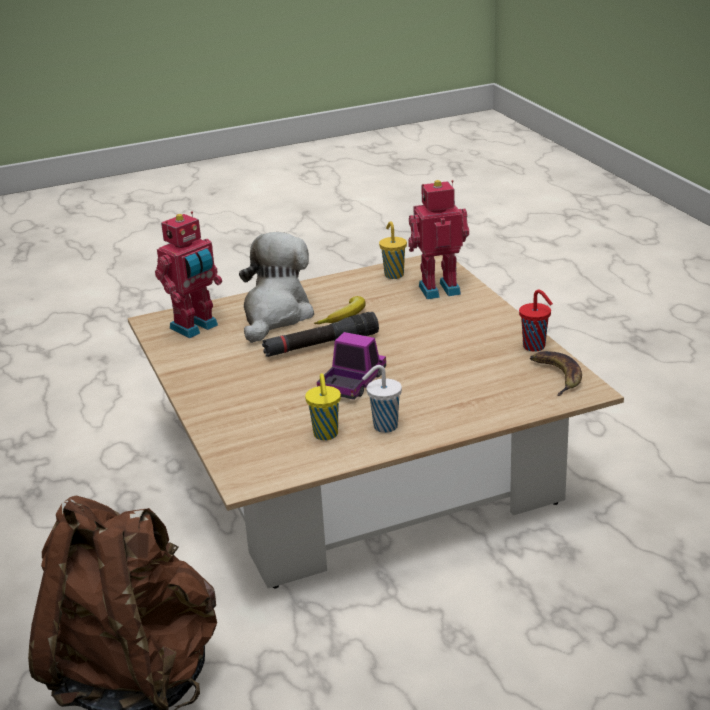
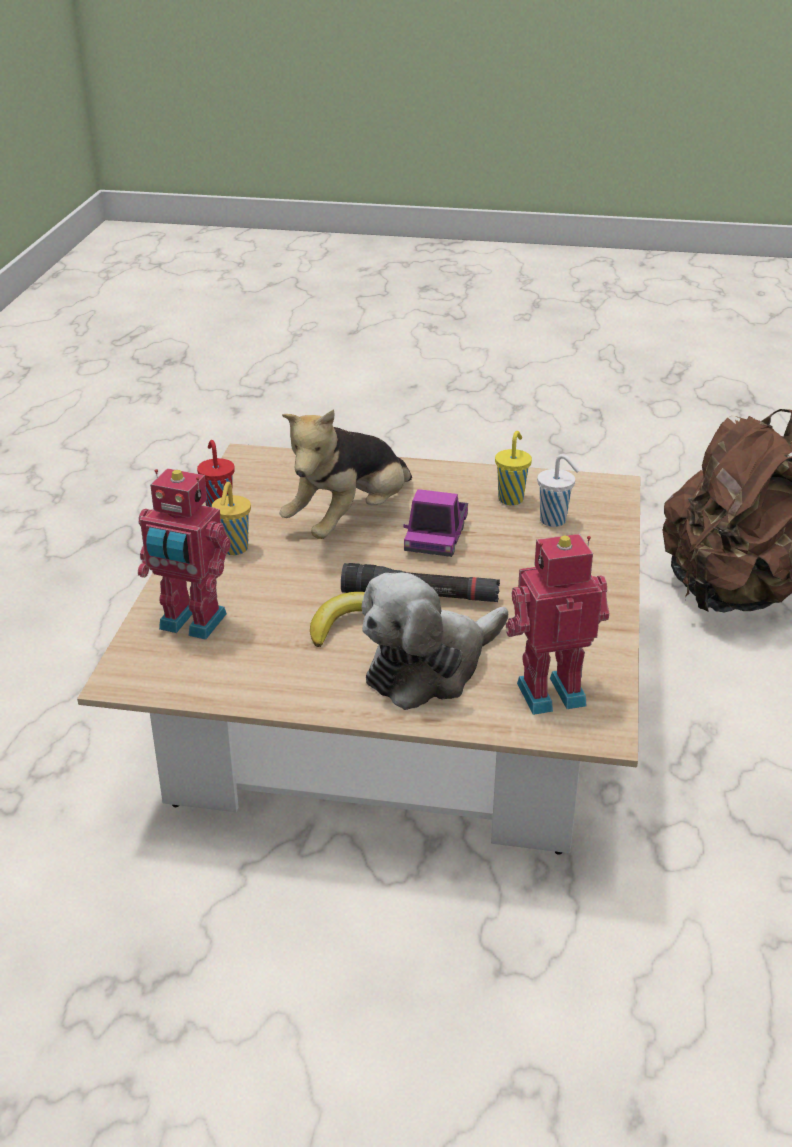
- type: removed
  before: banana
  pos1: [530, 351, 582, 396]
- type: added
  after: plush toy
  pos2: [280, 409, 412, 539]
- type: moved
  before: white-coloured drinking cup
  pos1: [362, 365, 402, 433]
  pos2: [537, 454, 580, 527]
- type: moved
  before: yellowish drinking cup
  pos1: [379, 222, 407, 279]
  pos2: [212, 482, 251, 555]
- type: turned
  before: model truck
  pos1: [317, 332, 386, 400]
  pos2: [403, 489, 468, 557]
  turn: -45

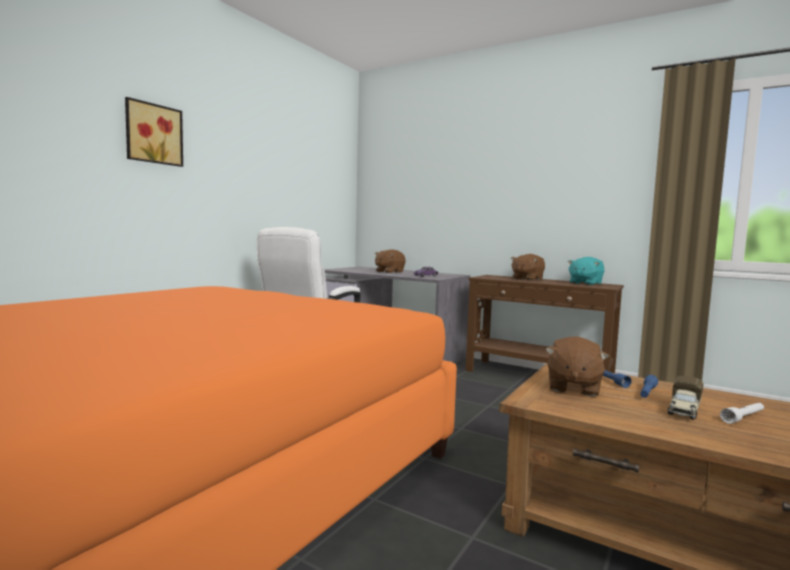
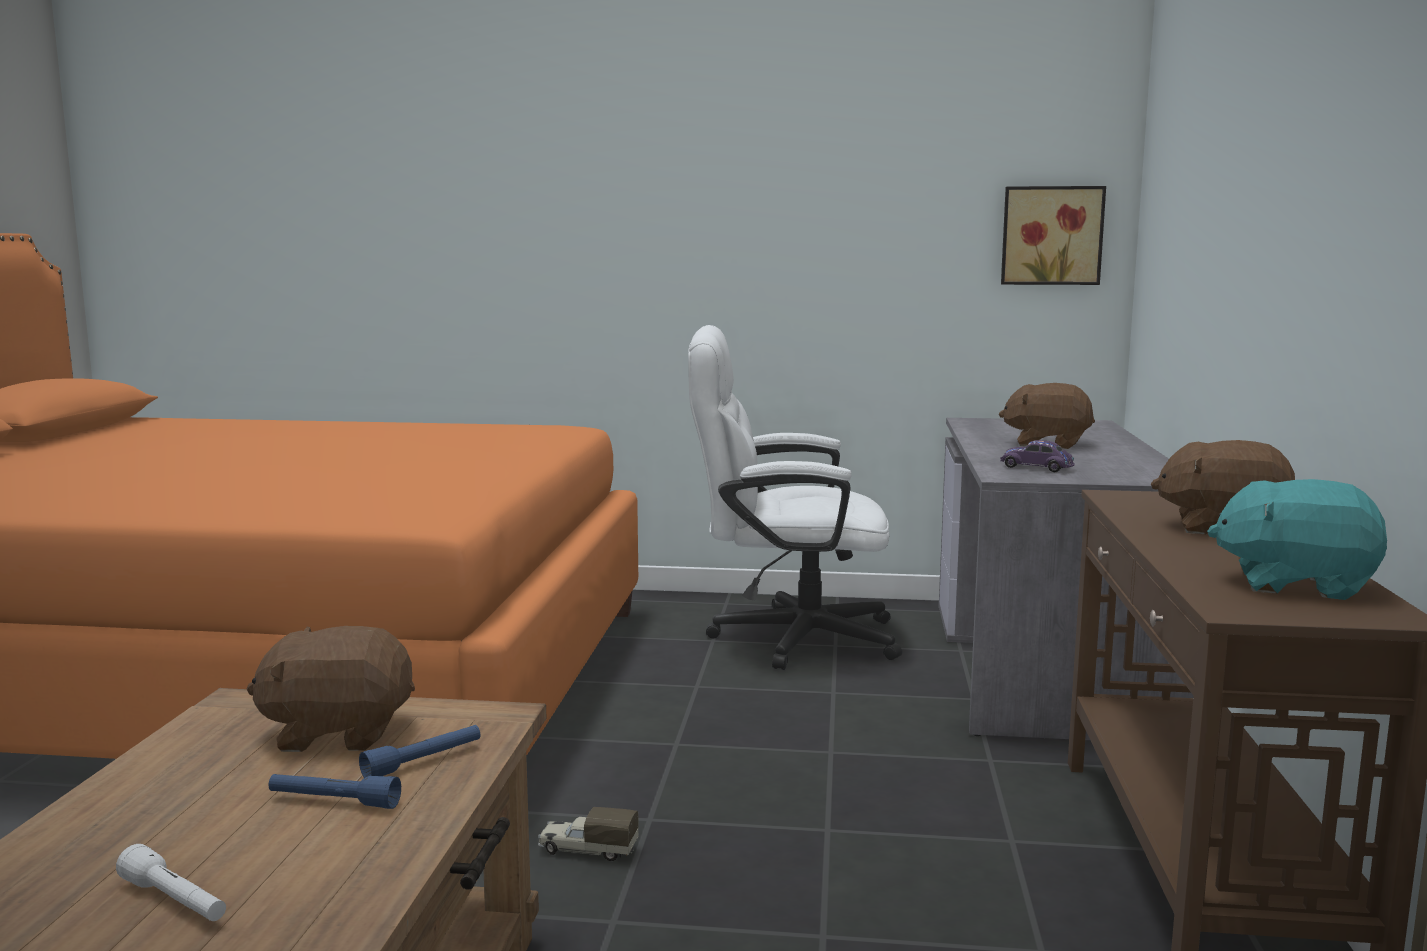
- type: moved
  before: picture
  pos1: [125, 97, 183, 167]
  pos2: [1001, 186, 1106, 285]
- type: moved
  before: model truck
  pos1: [668, 376, 703, 420]
  pos2: [538, 807, 638, 861]

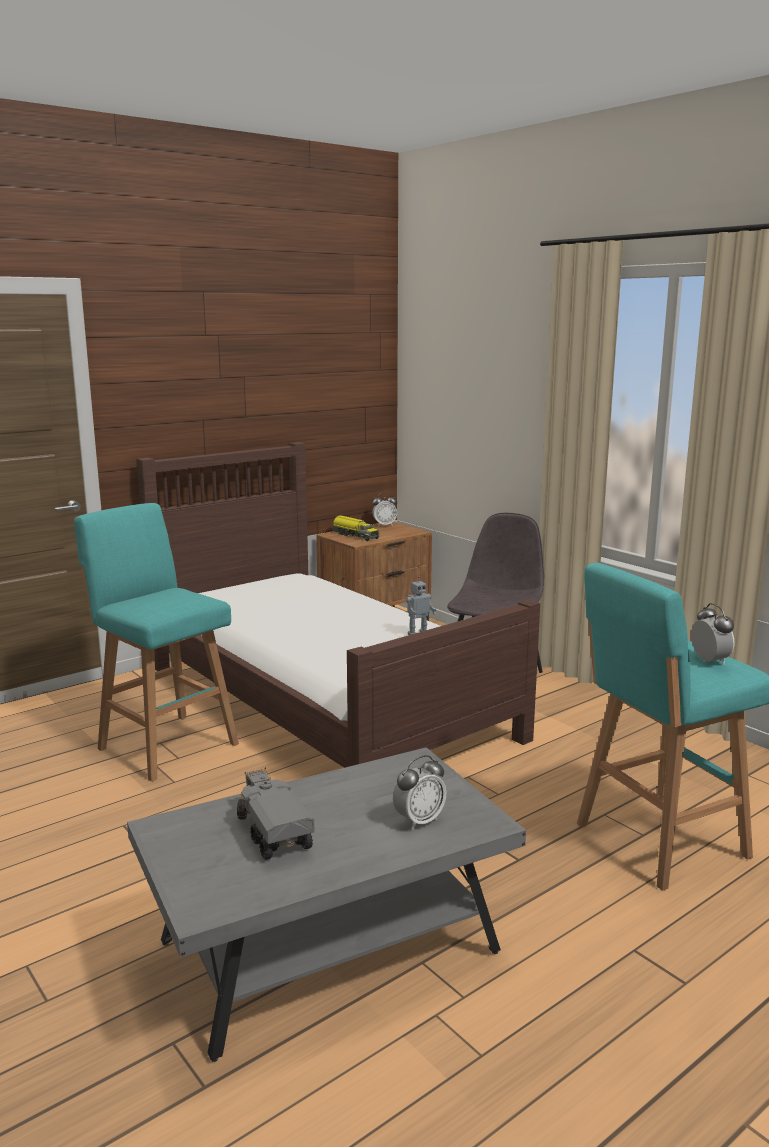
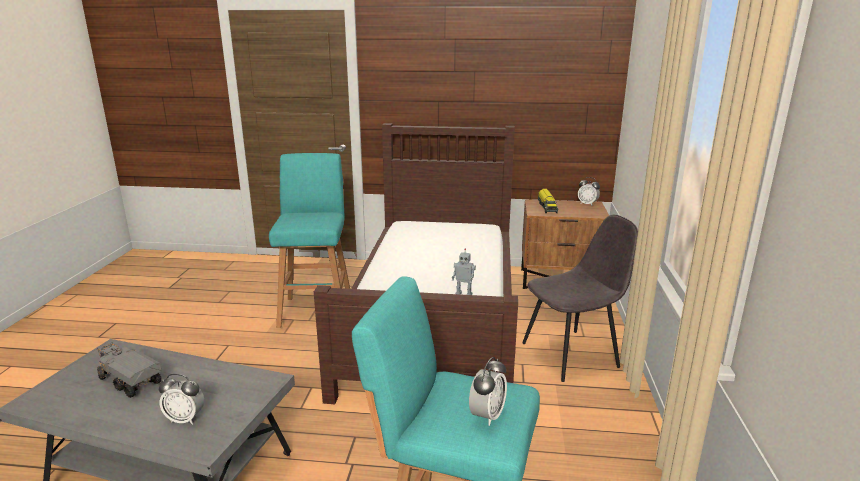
- type: turned
  before: model truck
  pos1: [237, 767, 315, 860]
  pos2: [97, 342, 162, 398]
  turn: -75

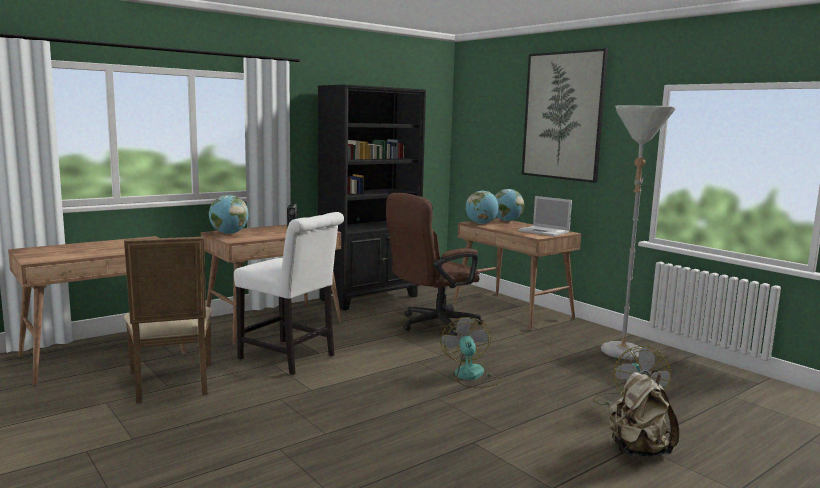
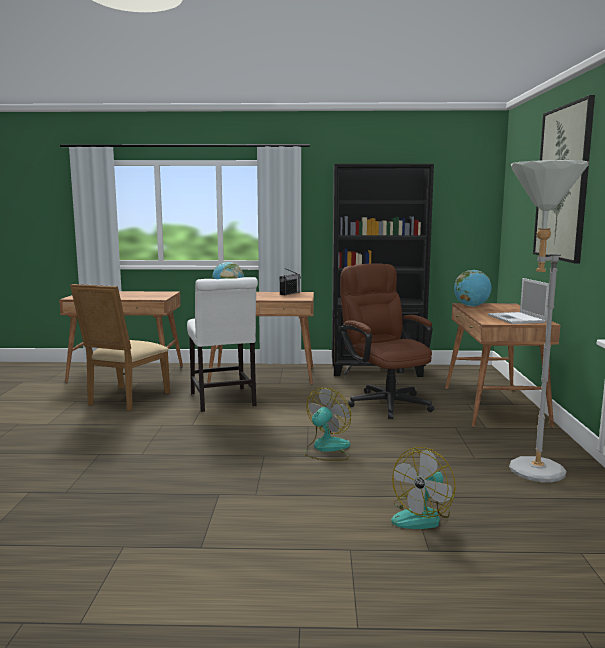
- type: removed
  before: globe
  pos1: [495, 189, 524, 221]
- type: removed
  before: beige backpack
  pos1: [609, 371, 679, 457]
- type: turned
  before: brown office chair
  pos1: [386, 193, 483, 336]
  pos2: [339, 263, 435, 419]
  turn: 60

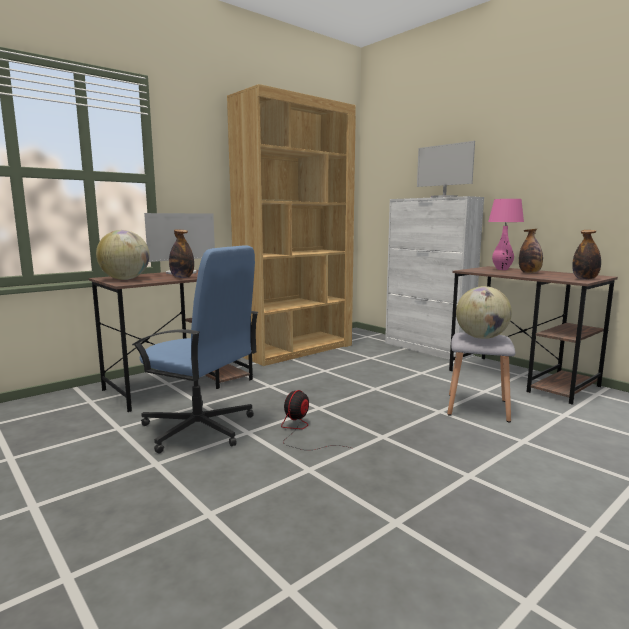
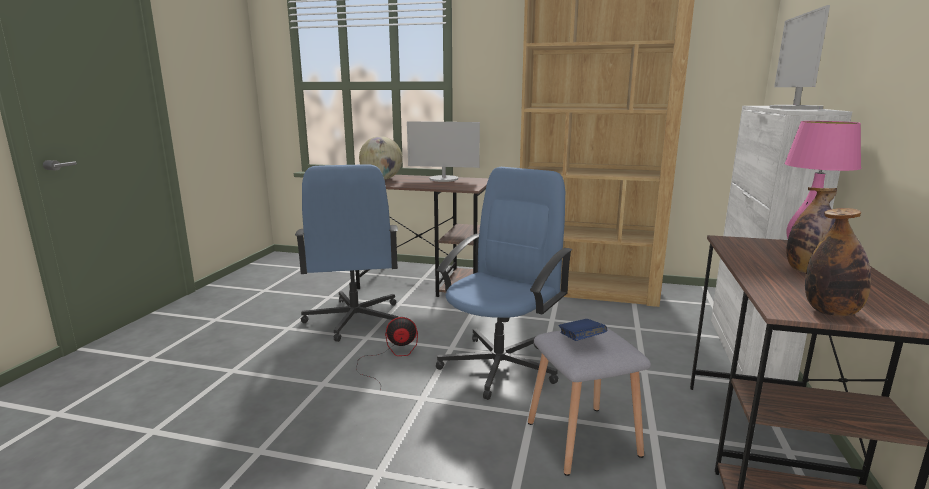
- type: removed
  before: drink bottle
  pos1: [169, 229, 194, 278]
- type: added
  after: bluish office chair
  pos2: [436, 167, 573, 400]
- type: replaced
  before: globe
  after: bluish book
  pos1: [456, 286, 512, 339]
  pos2: [559, 319, 607, 341]

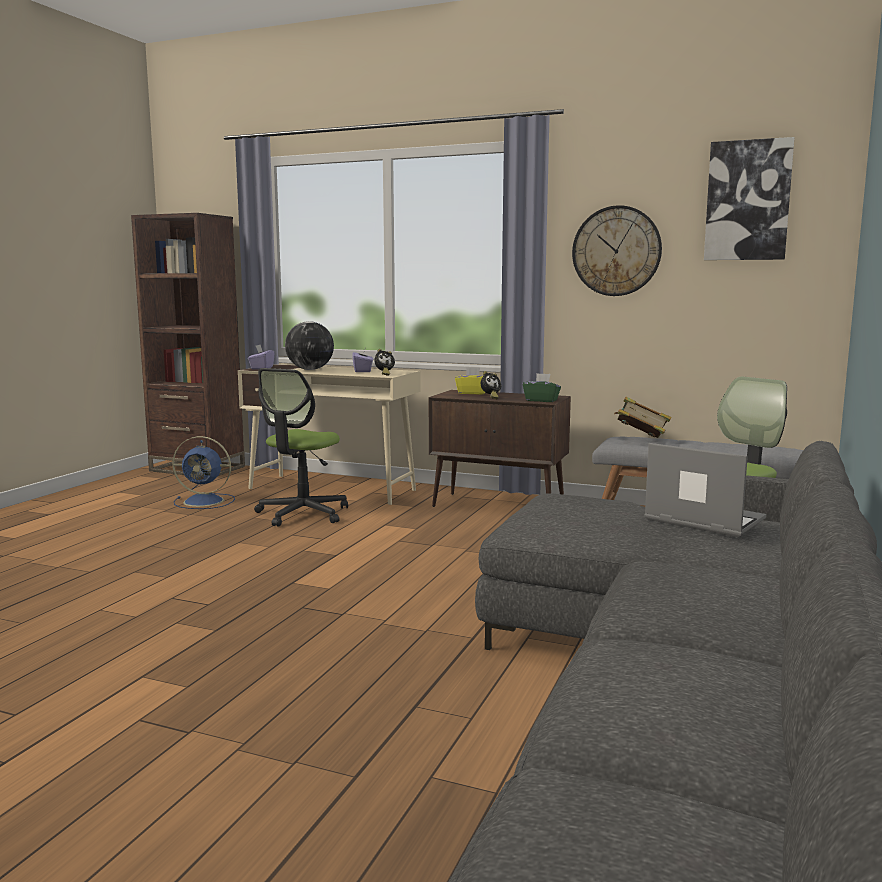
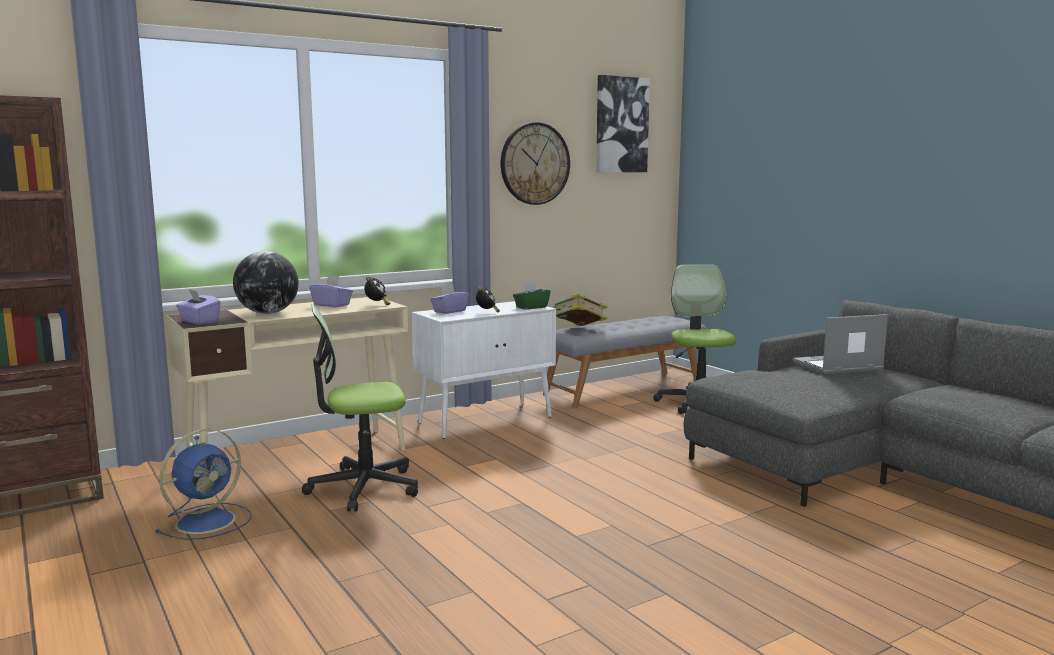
- type: recoloured
  before: brown cabinet
  after: white-coloured cabinet
  pos1: [429, 390, 571, 507]
  pos2: [412, 301, 556, 439]
- type: recoloured
  before: yellowish tissue box
  after: purplish tissue box
  pos1: [455, 368, 485, 395]
  pos2: [430, 284, 469, 314]
- type: turned
  before: office chair
  pos1: [254, 368, 348, 527]
  pos2: [302, 305, 418, 512]
  turn: 105

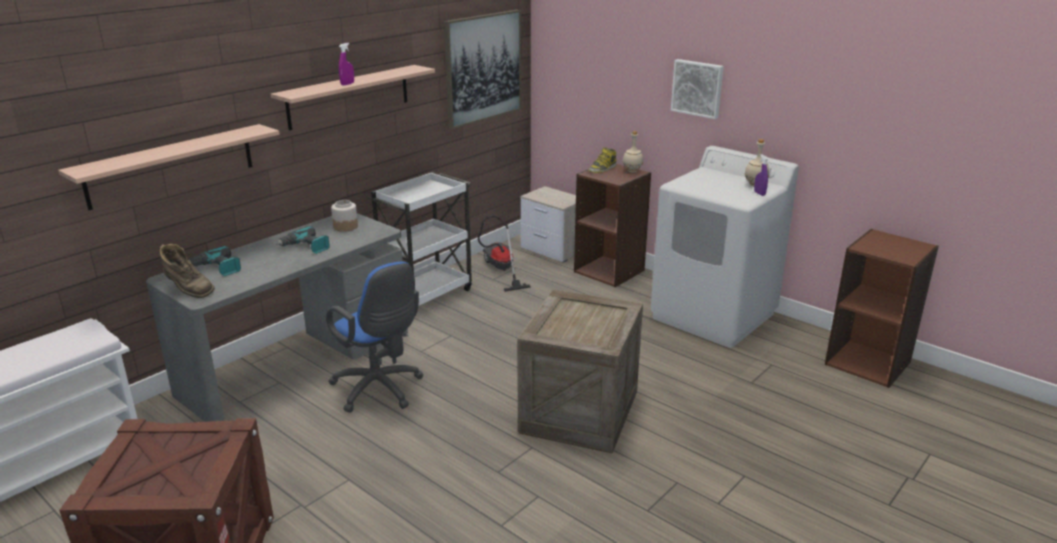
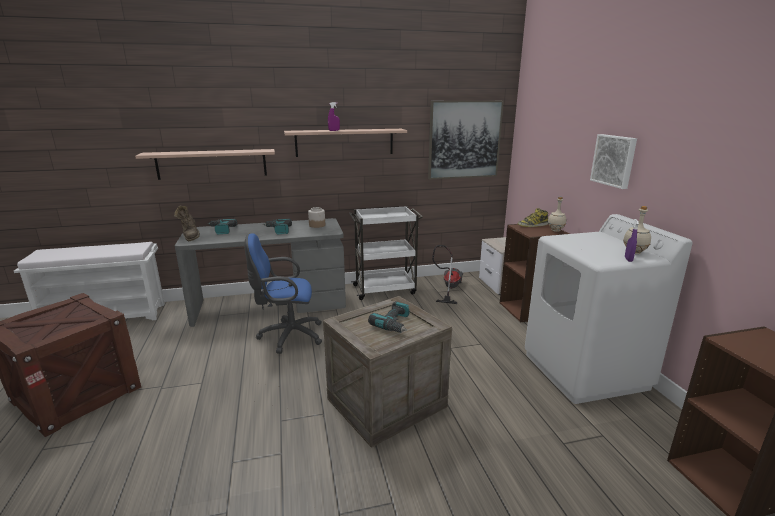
- type: added
  after: power drill
  pos2: [368, 301, 410, 333]
- type: turned
  before: bluish office chair
  pos1: [326, 261, 424, 413]
  pos2: [244, 234, 322, 354]
  turn: 90

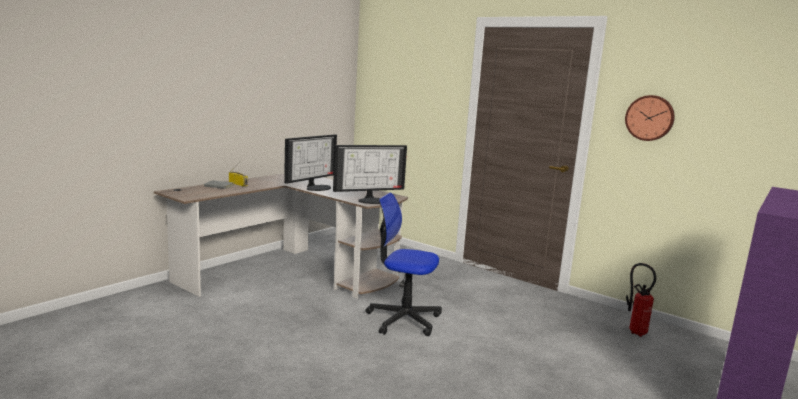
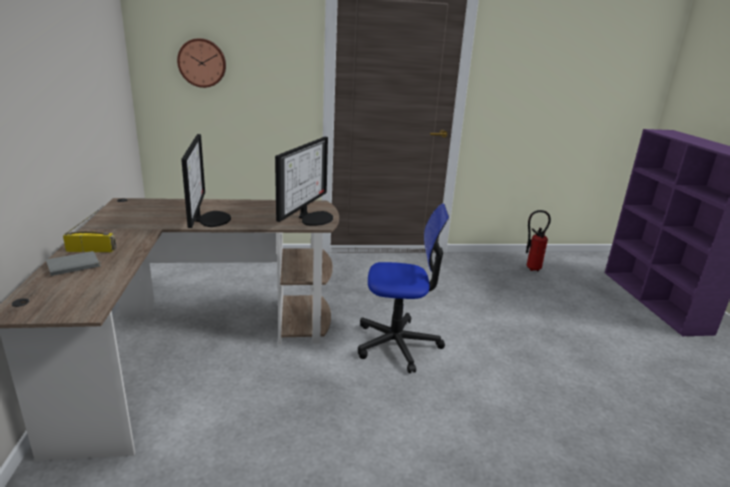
- type: moved
  before: hanging clock
  pos1: [625, 95, 675, 141]
  pos2: [177, 38, 226, 88]
- type: turned
  before: office chair
  pos1: [366, 193, 442, 336]
  pos2: [358, 204, 449, 373]
  turn: -150

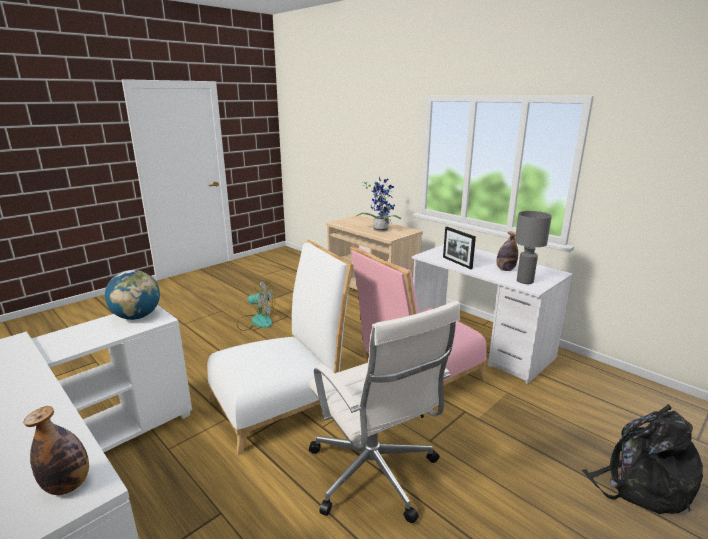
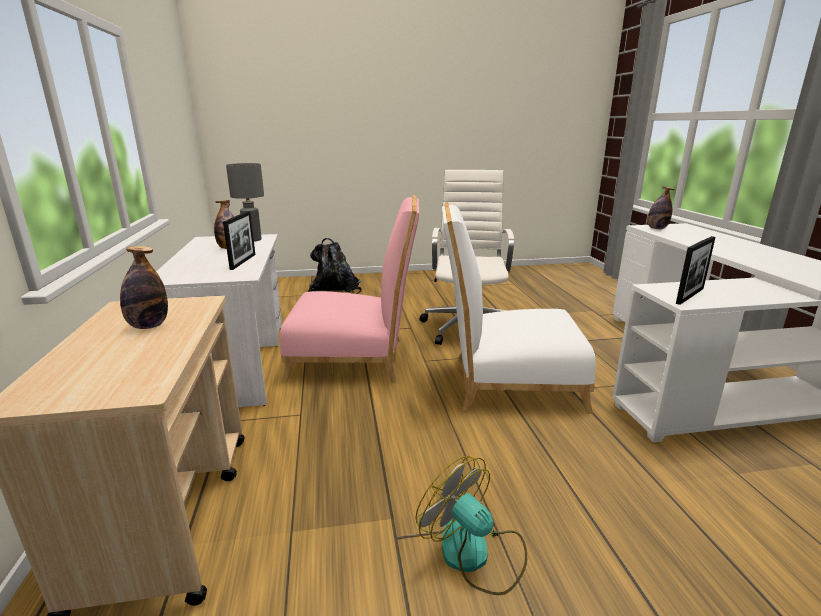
- type: replaced
  before: globe
  after: photo frame
  pos1: [105, 270, 160, 320]
  pos2: [676, 236, 716, 305]
- type: replaced
  before: potted plant
  after: drink bottle
  pos1: [357, 176, 401, 232]
  pos2: [120, 246, 168, 329]

